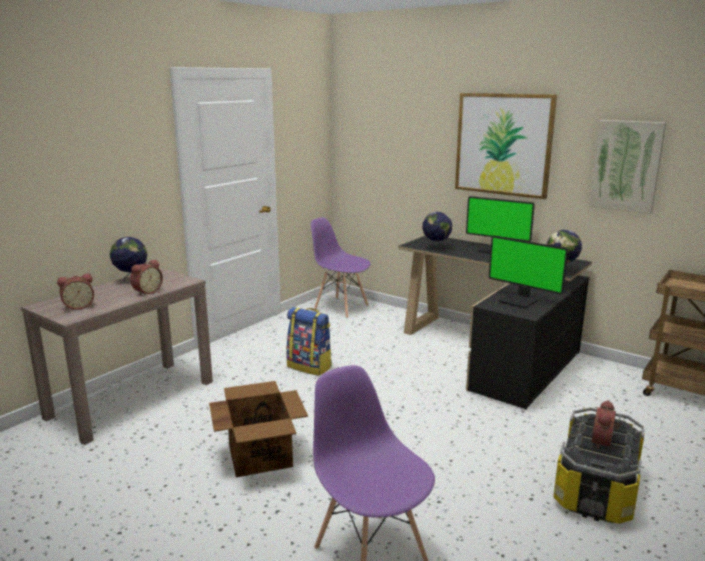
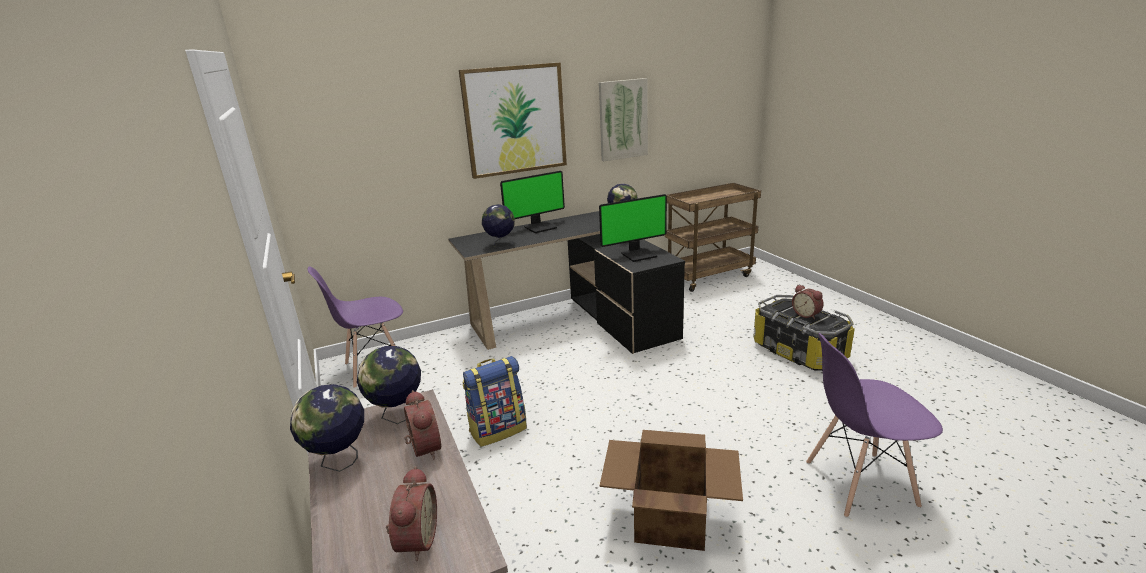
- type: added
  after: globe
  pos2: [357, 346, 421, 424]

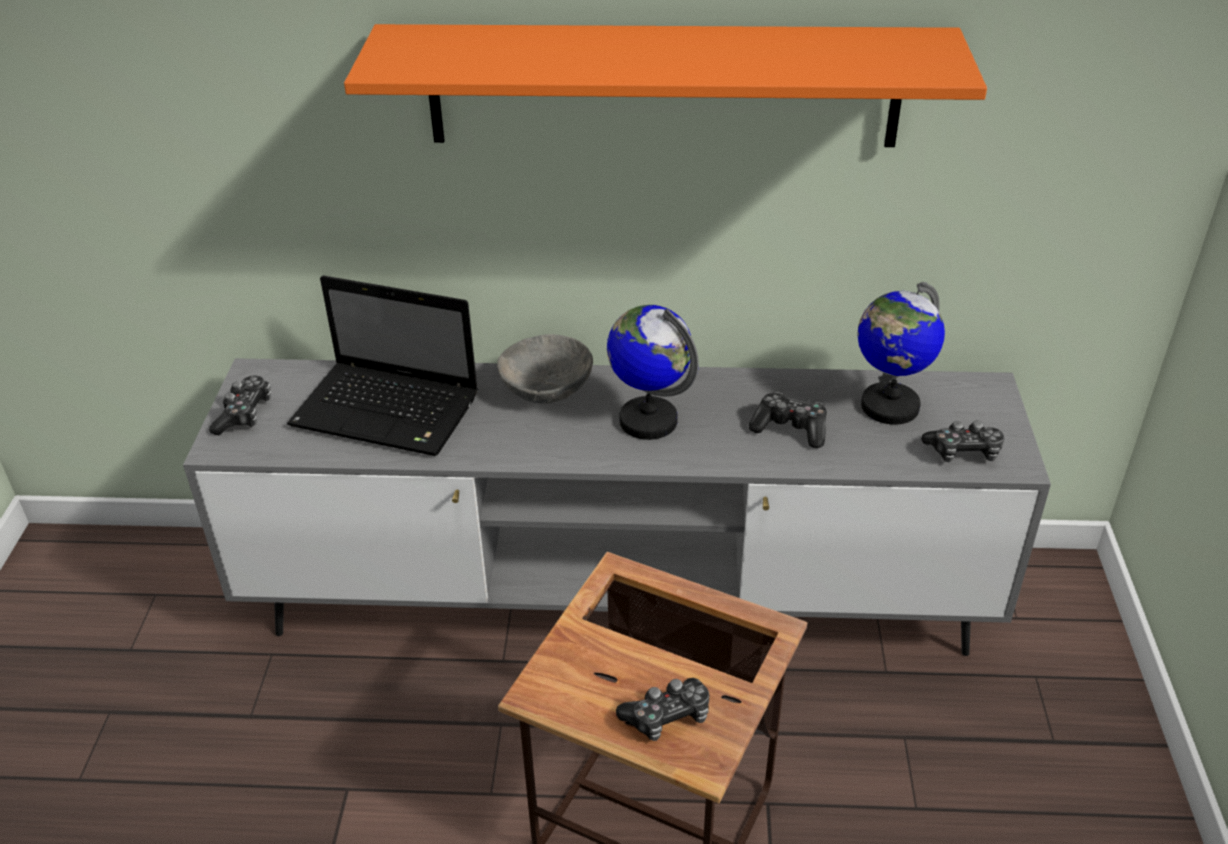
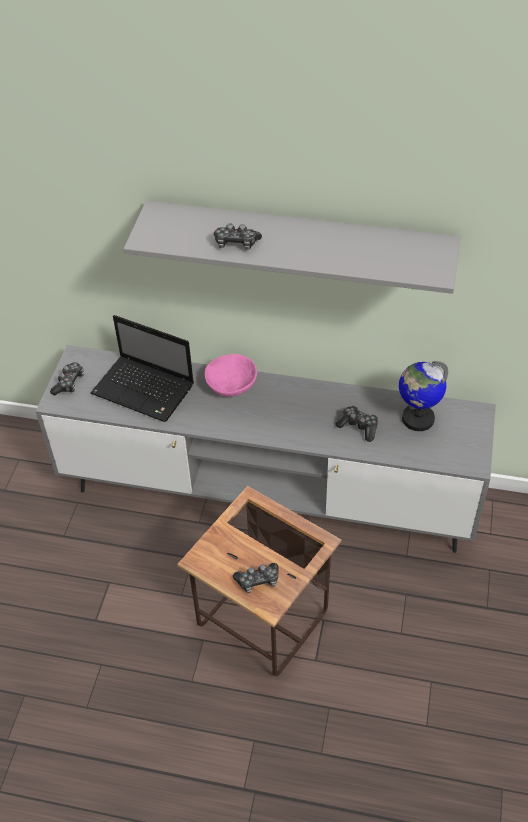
- type: removed
  before: globe
  pos1: [607, 305, 699, 440]
- type: moved
  before: game controller
  pos1: [921, 421, 1004, 462]
  pos2: [214, 223, 262, 250]
- type: recoloured
  before: orangey shelf
  after: gray shelf
  pos1: [344, 24, 987, 147]
  pos2: [124, 201, 460, 294]
- type: recoloured
  before: gray serving bowl
  after: pink-coloured serving bowl
  pos1: [497, 334, 593, 404]
  pos2: [205, 354, 257, 397]

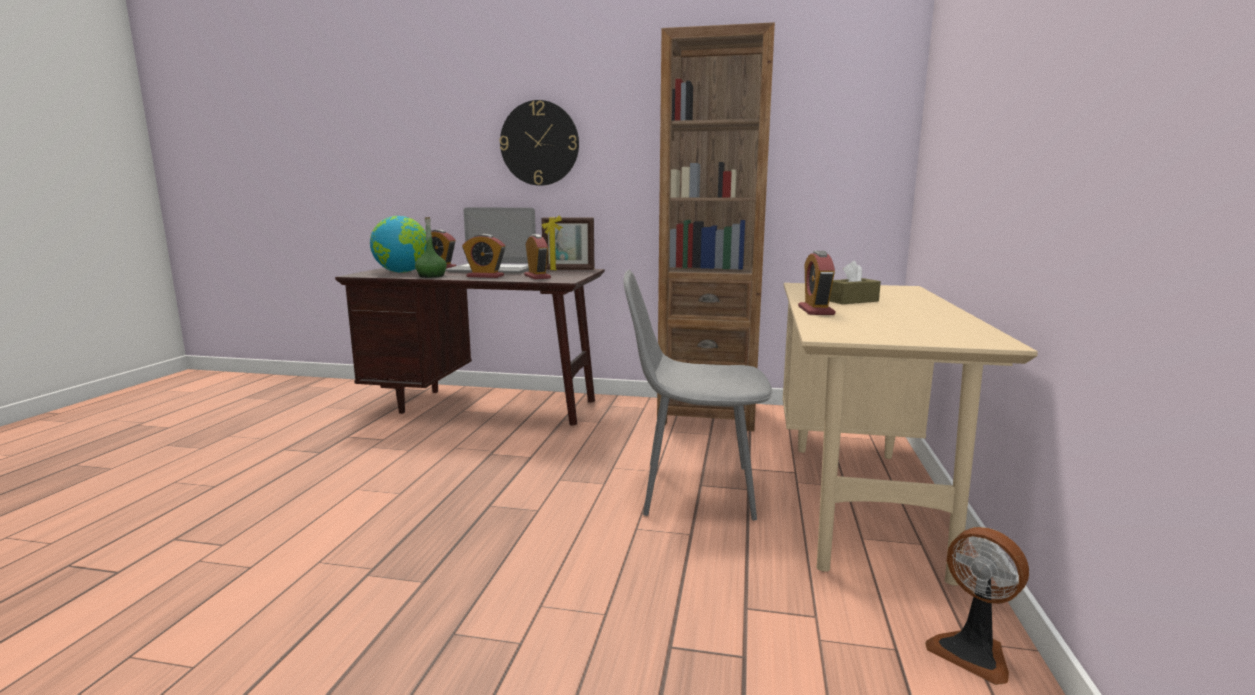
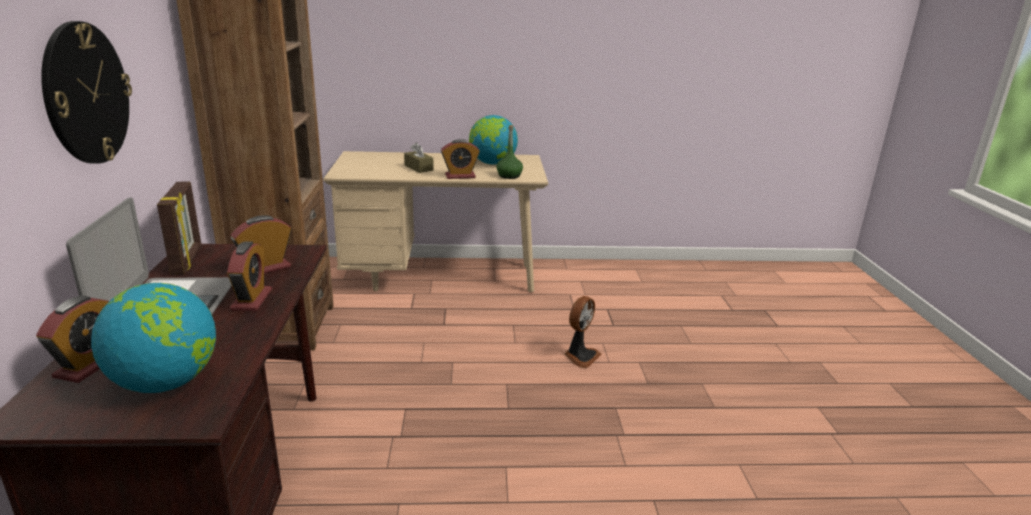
- type: removed
  before: gray plain chair
  pos1: [623, 270, 773, 520]
- type: added
  after: globe
  pos2: [469, 115, 518, 165]
- type: moved
  before: green-coloured drink bottle
  pos1: [415, 217, 447, 278]
  pos2: [496, 125, 523, 179]
- type: moved
  before: fan
  pos1: [925, 527, 1029, 685]
  pos2: [564, 296, 602, 368]

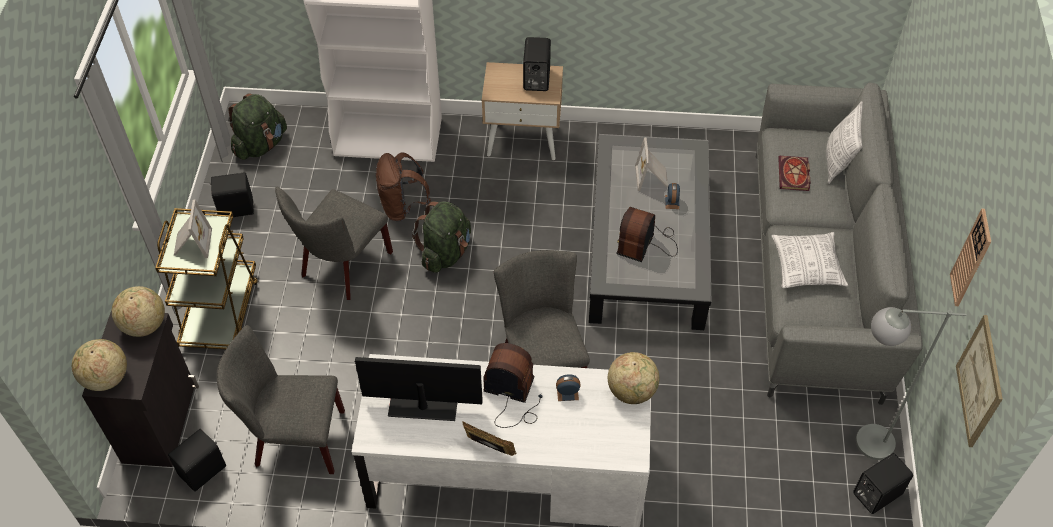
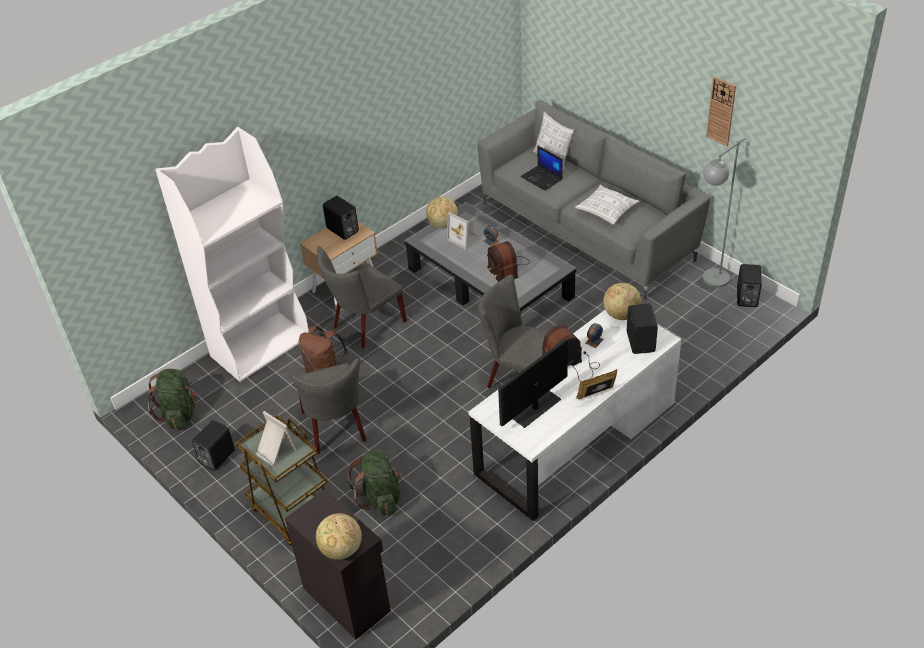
- type: removed
  before: picture
  pos1: [956, 315, 1003, 447]
- type: moved
  before: globe
  pos1: [112, 286, 165, 337]
  pos2: [426, 197, 458, 228]
- type: moved
  before: black-coloured speaker
  pos1: [168, 429, 226, 492]
  pos2: [627, 304, 658, 354]
- type: moved
  before: gray plain chair
  pos1: [217, 325, 345, 474]
  pos2: [317, 246, 407, 349]
- type: moved
  before: green-coloured backpack
  pos1: [412, 201, 471, 273]
  pos2: [348, 450, 402, 516]
- type: replaced
  before: book
  after: notebook computer
  pos1: [778, 156, 810, 191]
  pos2: [520, 146, 563, 191]

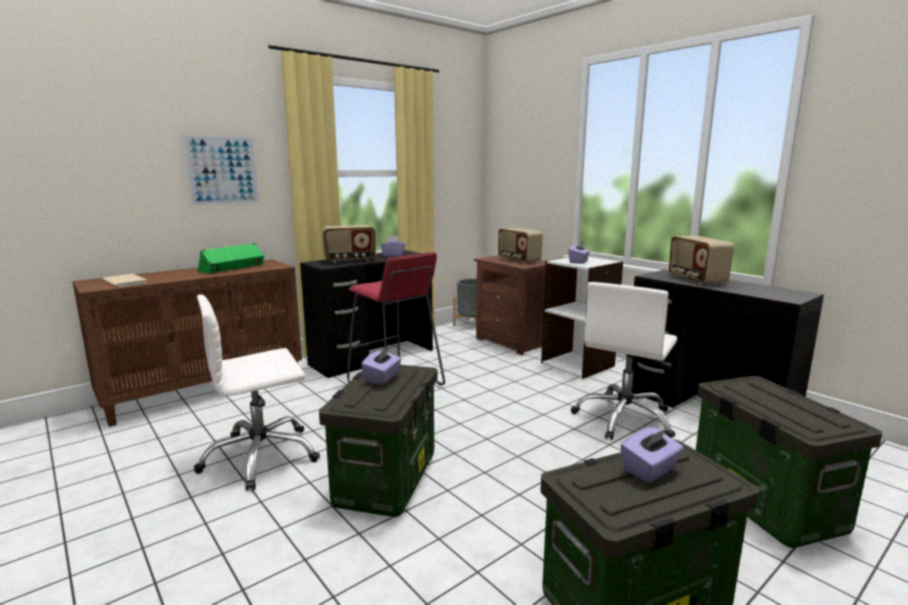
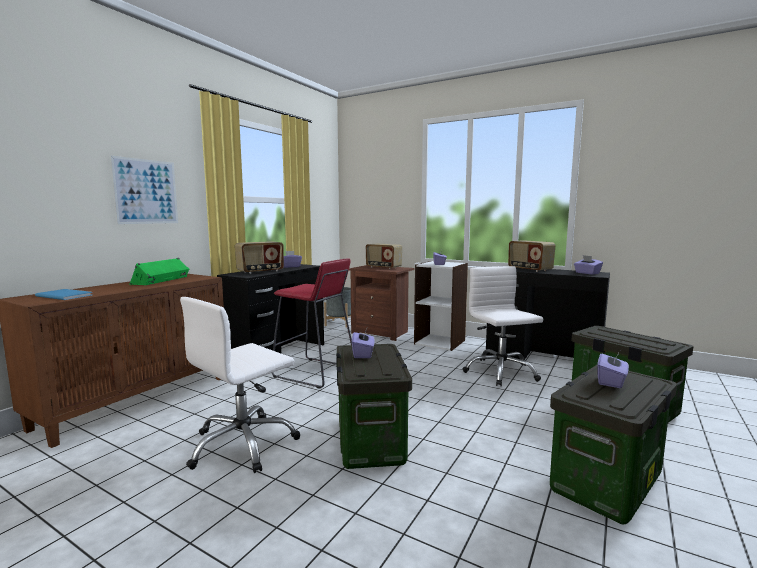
- type: added
  after: purplish tissue box
  pos2: [574, 255, 603, 275]
- type: recoloured
  before: beige book
  after: bluish book
  pos1: [102, 274, 147, 287]
  pos2: [35, 289, 92, 300]
- type: turned
  before: white-coloured office chair
  pos1: [571, 282, 677, 440]
  pos2: [463, 266, 543, 387]
  turn: 150

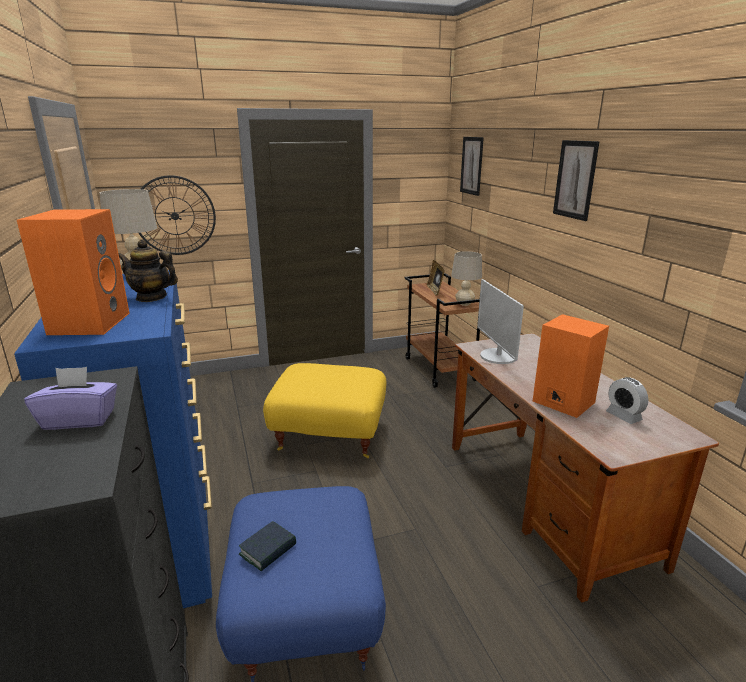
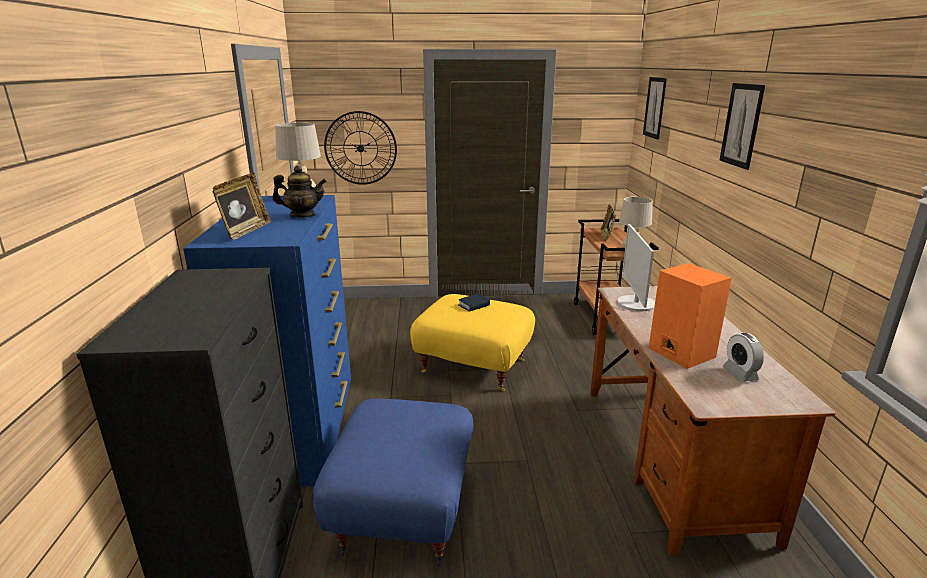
- type: removed
  before: purplish tissue box
  pos1: [24, 367, 117, 430]
- type: moved
  before: book
  pos1: [239, 521, 296, 571]
  pos2: [458, 294, 490, 312]
- type: replaced
  before: orangey speaker
  after: photo frame
  pos1: [17, 209, 130, 335]
  pos2: [213, 173, 271, 240]
- type: turned
  before: teapot
  pos1: [118, 239, 178, 302]
  pos2: [273, 166, 327, 218]
  turn: 150

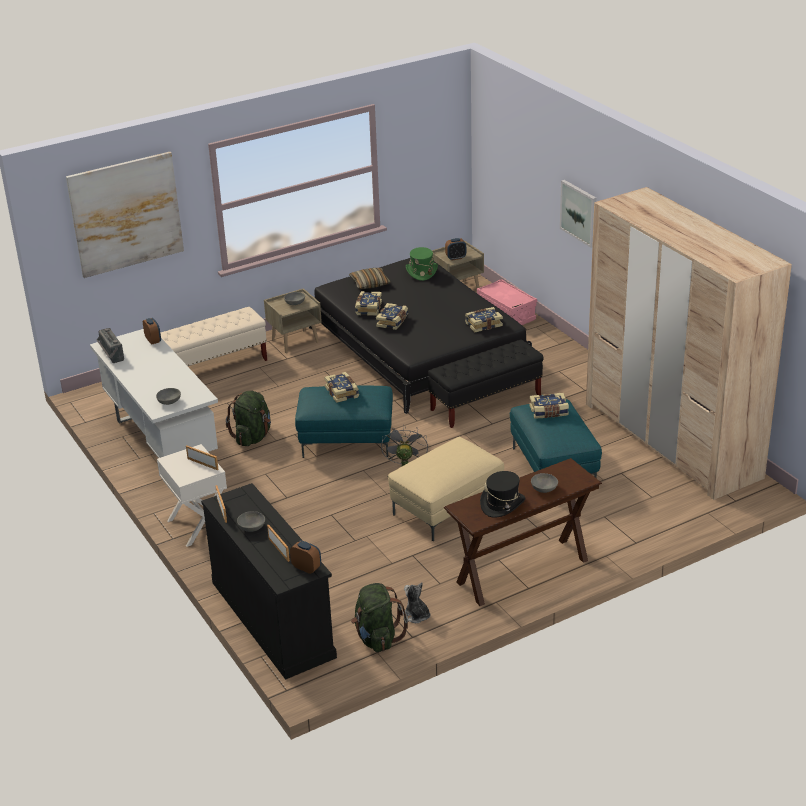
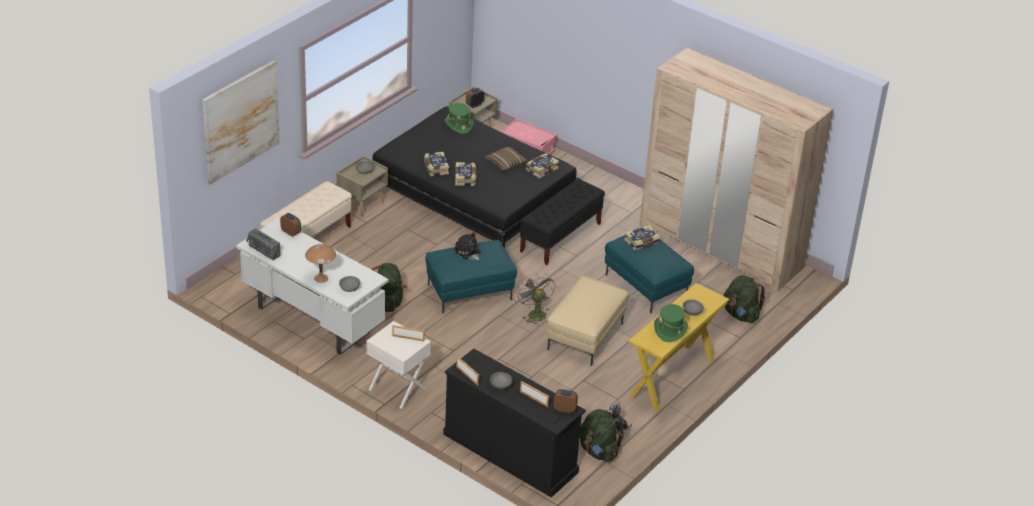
- type: removed
  before: picture
  pos1: [560, 180, 596, 248]
- type: added
  after: brown table lamp
  pos2: [305, 244, 336, 283]
- type: added
  after: green-coloured backpack
  pos2: [724, 275, 765, 323]
- type: moved
  before: throw pillow
  pos1: [349, 268, 391, 289]
  pos2: [485, 147, 528, 171]
- type: replaced
  before: book
  after: plush toy
  pos1: [324, 372, 359, 403]
  pos2: [454, 232, 481, 261]
- type: recoloured
  before: brown console table
  after: yellowish console table
  pos1: [444, 458, 602, 606]
  pos2: [629, 283, 730, 411]
- type: recoloured
  before: black-coloured hat
  after: green-coloured hat
  pos1: [480, 471, 525, 518]
  pos2: [654, 304, 688, 342]

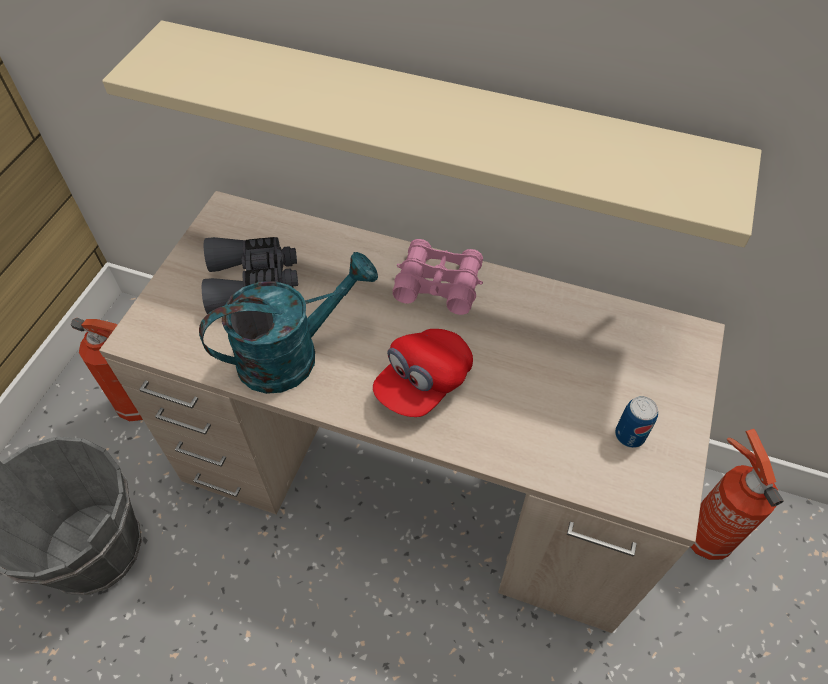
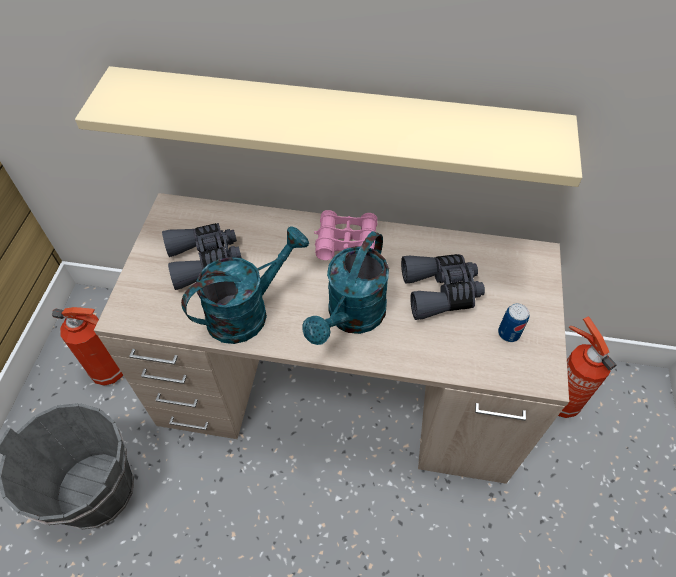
- type: added
  after: gray binoculars
  pos2: [401, 254, 485, 320]
- type: replaced
  before: red-coloured baseball cap
  after: blue-green watering can
  pos1: [373, 329, 473, 417]
  pos2: [303, 231, 389, 345]

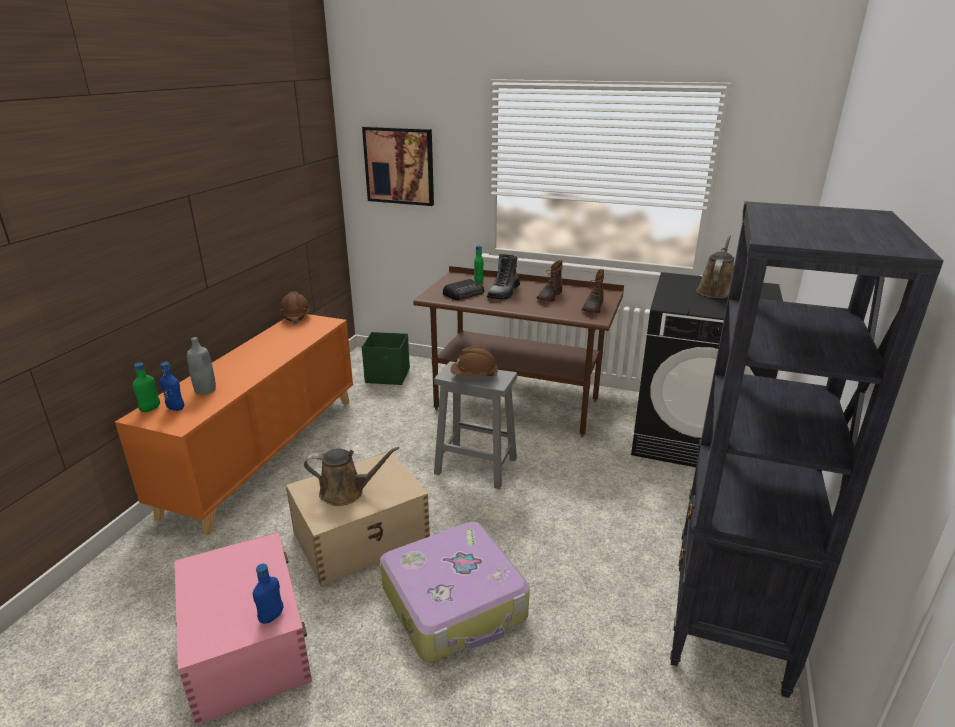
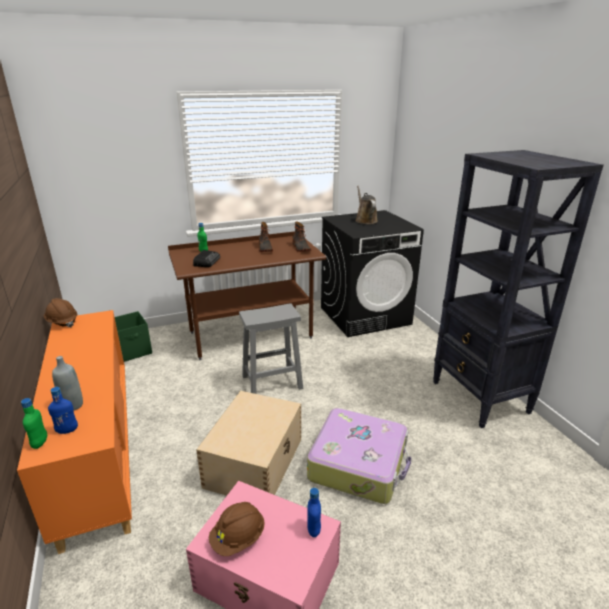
- type: removed
  before: brown watering can
  pos1: [304, 447, 399, 506]
- type: removed
  before: picture
  pos1: [362, 126, 434, 206]
- type: removed
  before: boot
  pos1: [487, 254, 520, 300]
- type: moved
  before: brown safety helmet
  pos1: [450, 346, 498, 376]
  pos2: [209, 502, 265, 556]

